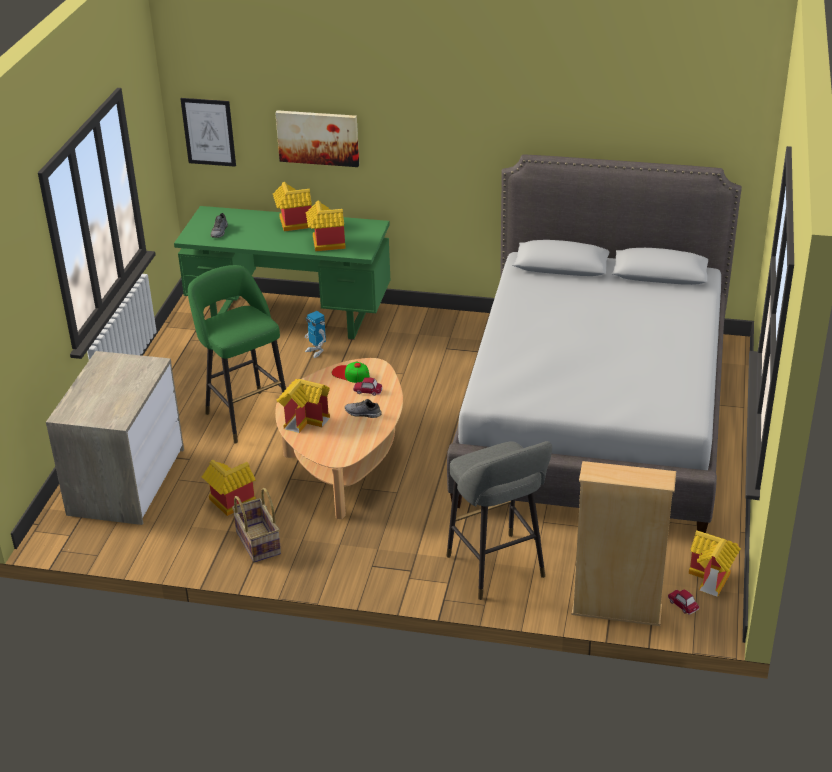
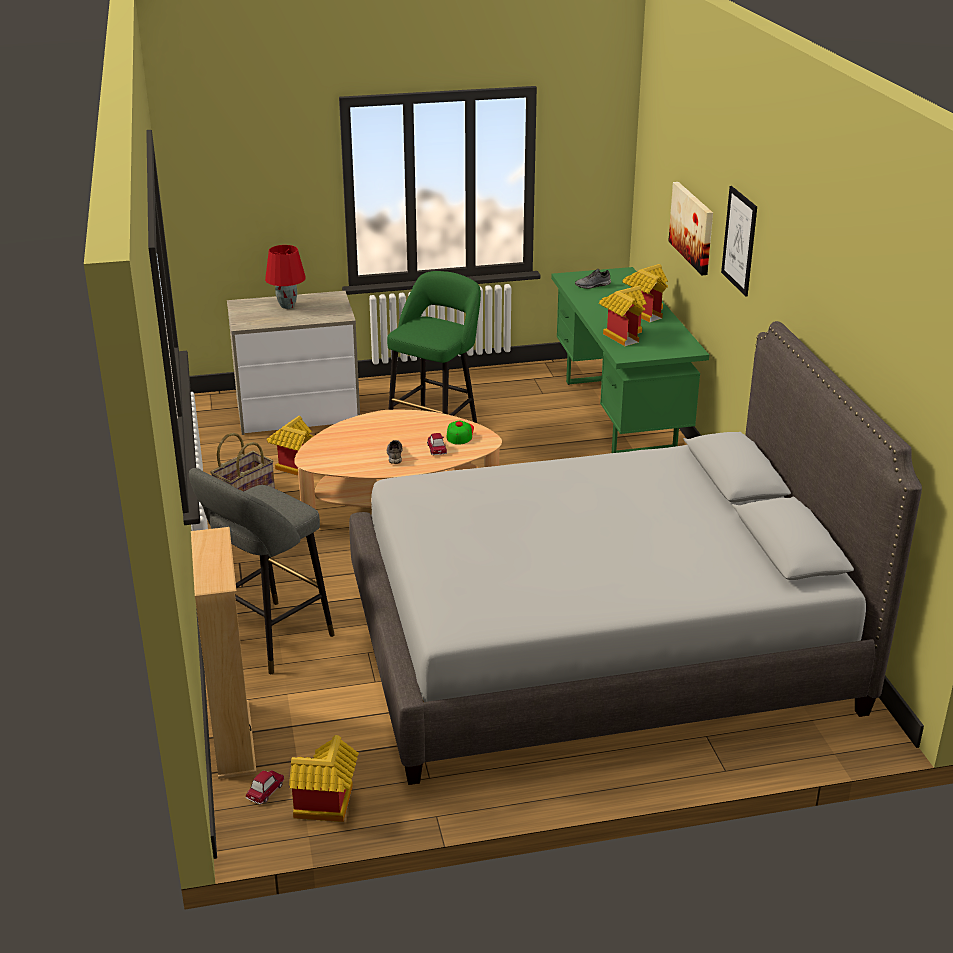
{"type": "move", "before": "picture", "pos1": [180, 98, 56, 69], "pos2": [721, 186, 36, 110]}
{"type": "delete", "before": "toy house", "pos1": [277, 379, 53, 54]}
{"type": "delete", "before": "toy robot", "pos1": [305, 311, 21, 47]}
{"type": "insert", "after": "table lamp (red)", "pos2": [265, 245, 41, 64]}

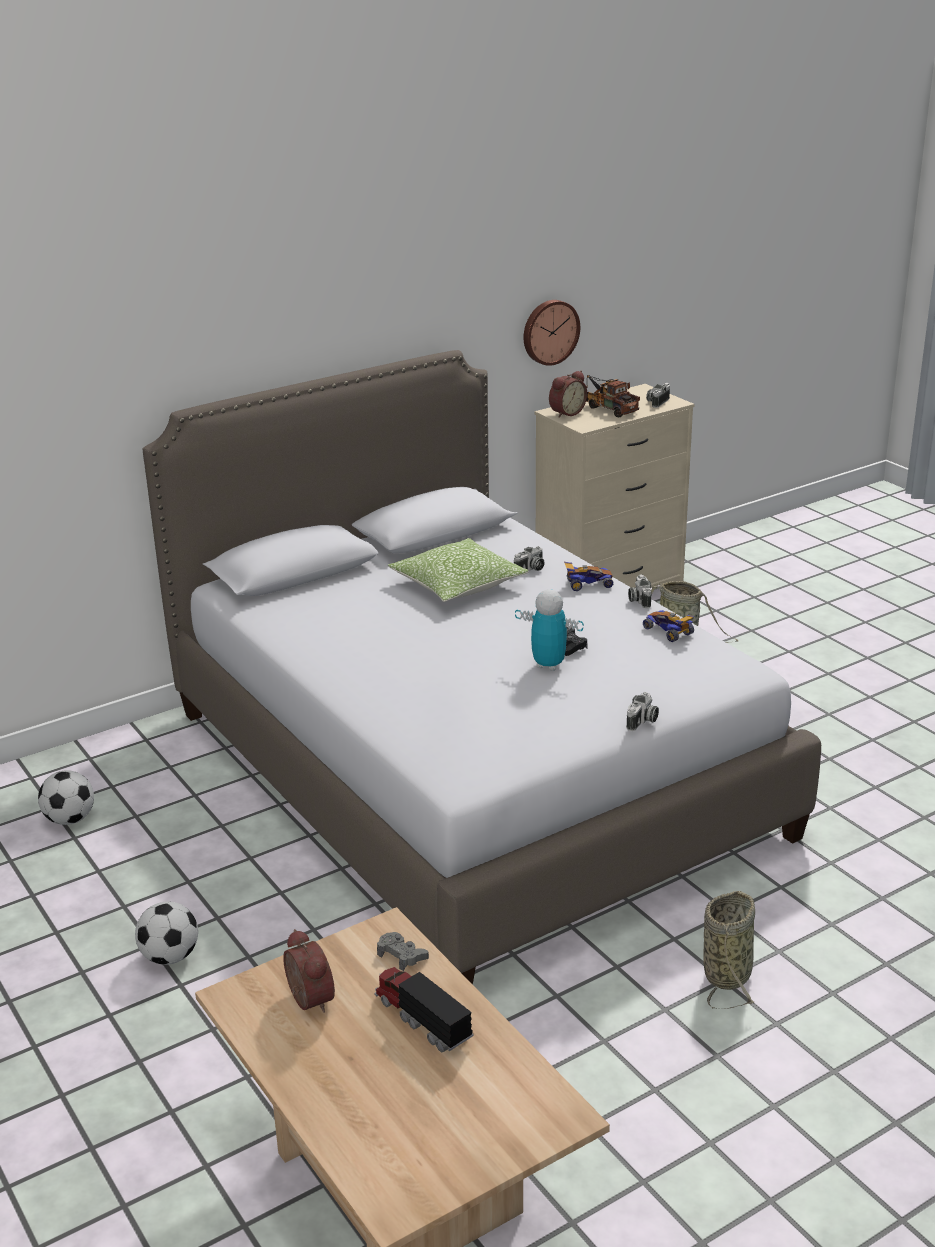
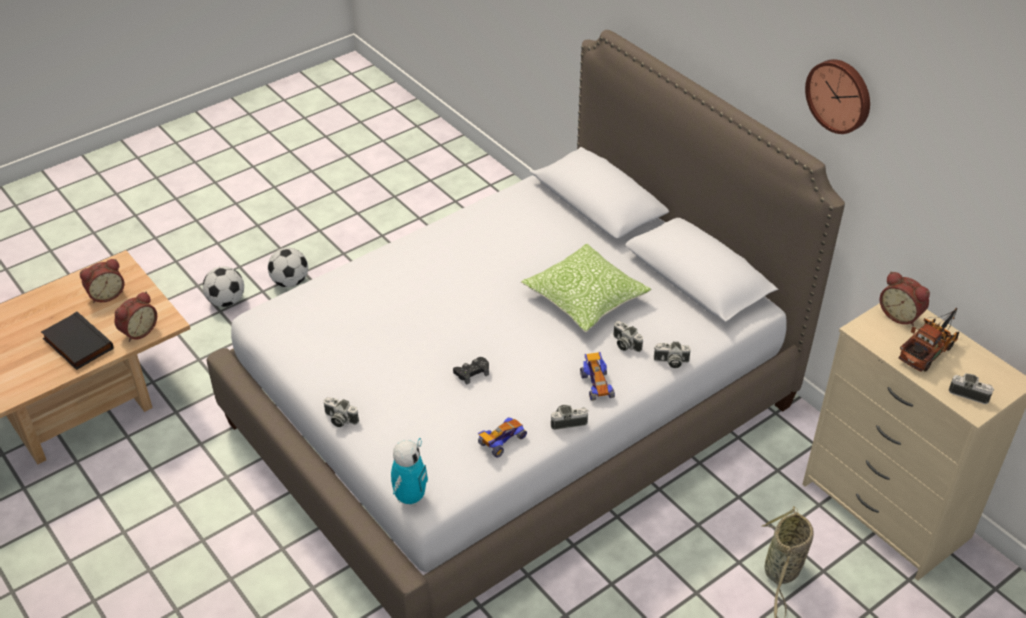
{"type": "move", "before": "football", "pos1": [38, 770, 56, 55], "pos2": [203, 266, 41, 41]}
{"type": "replace", "before": "toy truck", "after": "book (black)", "pos1": [375, 967, 99, 86], "pos2": [41, 312, 73, 58]}
{"type": "replace", "before": "game controller (grey)", "after": "alarm clock", "pos1": [377, 932, 52, 39], "pos2": [114, 292, 43, 50]}
{"type": "move", "before": "toy robot", "pos1": [515, 589, 69, 82], "pos2": [391, 438, 37, 68]}
{"type": "move", "before": "wall clock", "pos1": [524, 300, 56, 66], "pos2": [805, 59, 65, 75]}
{"type": "delete", "before": "basket", "pos1": [703, 891, 52, 118]}
{"type": "insert", "after": "photo camera", "pos2": [654, 342, 37, 26]}

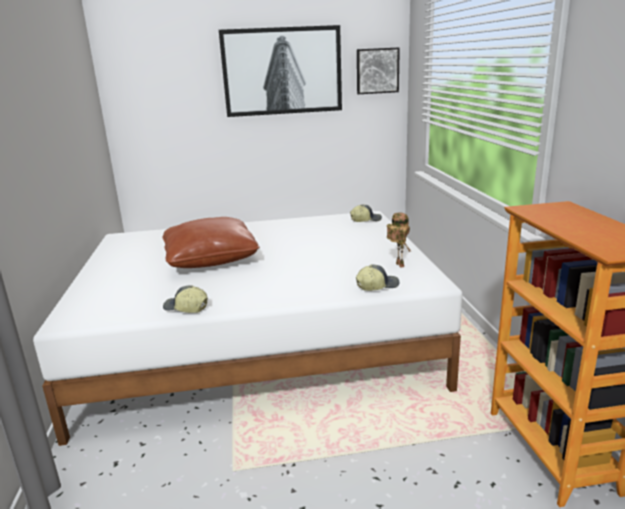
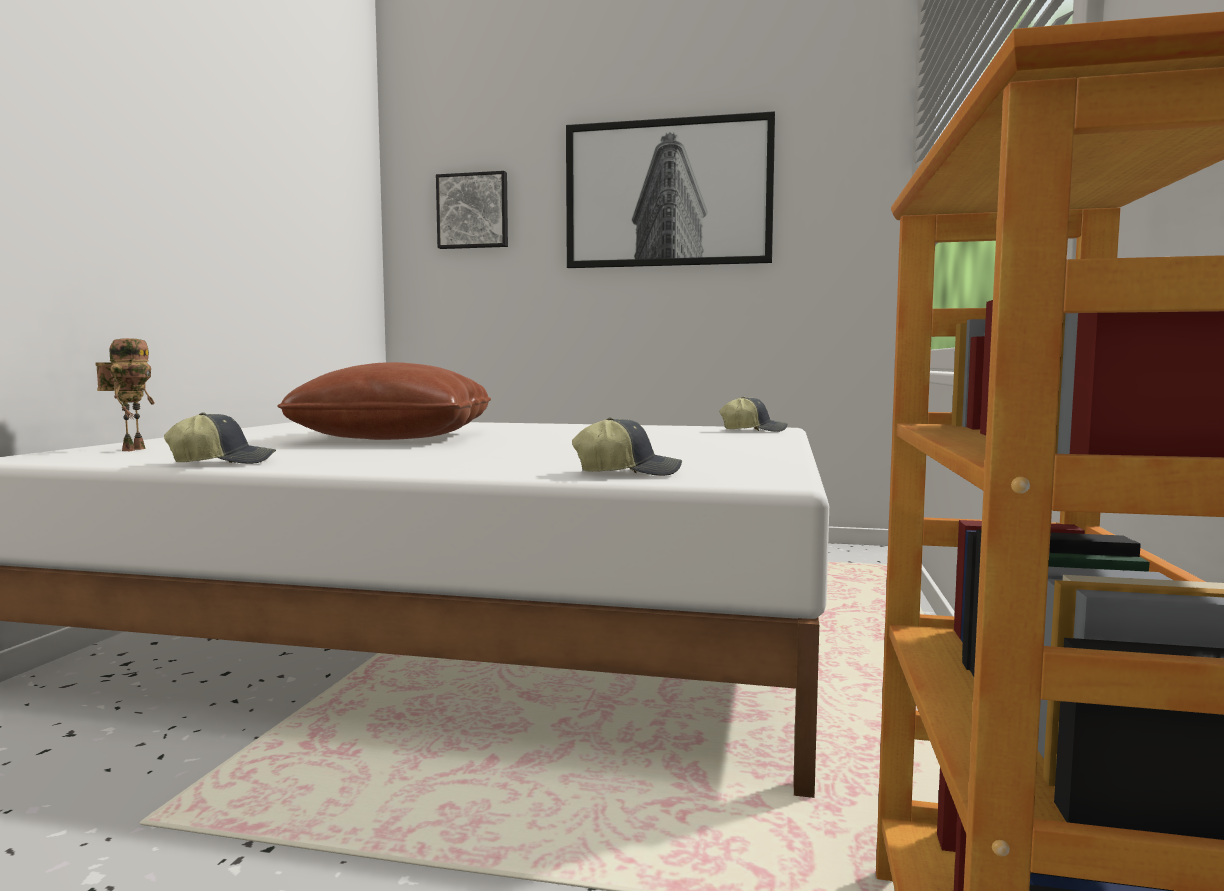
{"type": "rotate", "before": "cap", "pos1": [163, 286, 45, 27], "pos2": [164, 412, 112, 52], "turn": 120}
{"type": "move", "before": "picture", "pos1": [357, 47, 43, 47], "pos2": [436, 171, 72, 78]}
{"type": "move", "before": "toy robot", "pos1": [387, 213, 25, 55], "pos2": [96, 338, 59, 113]}

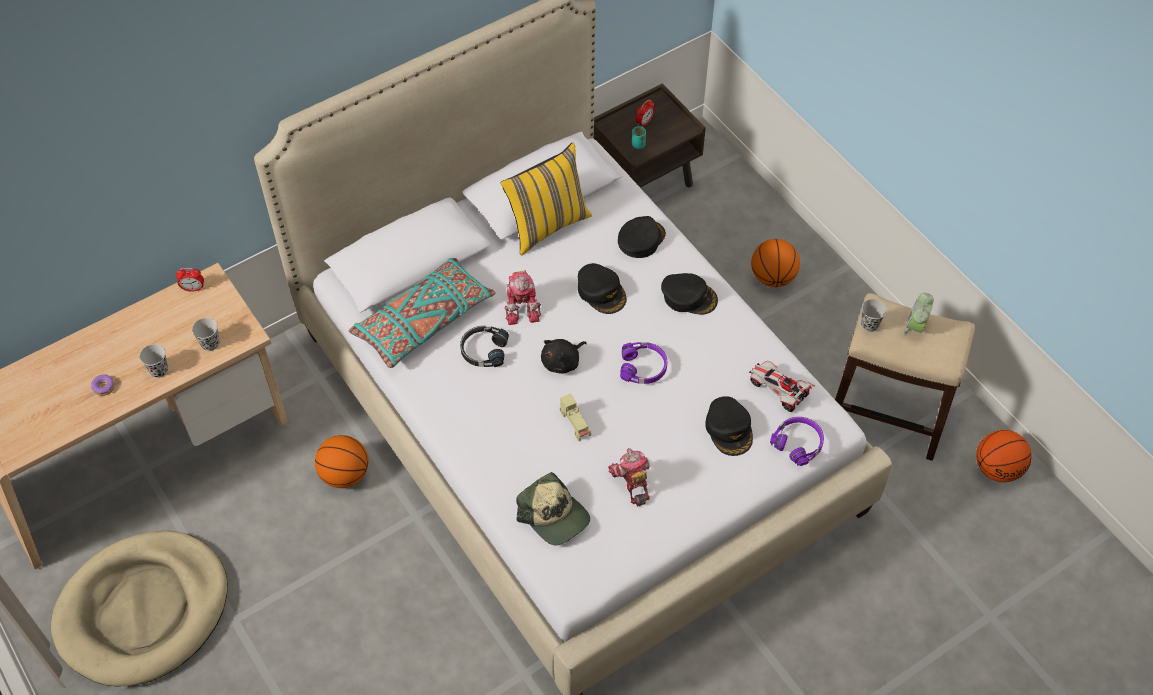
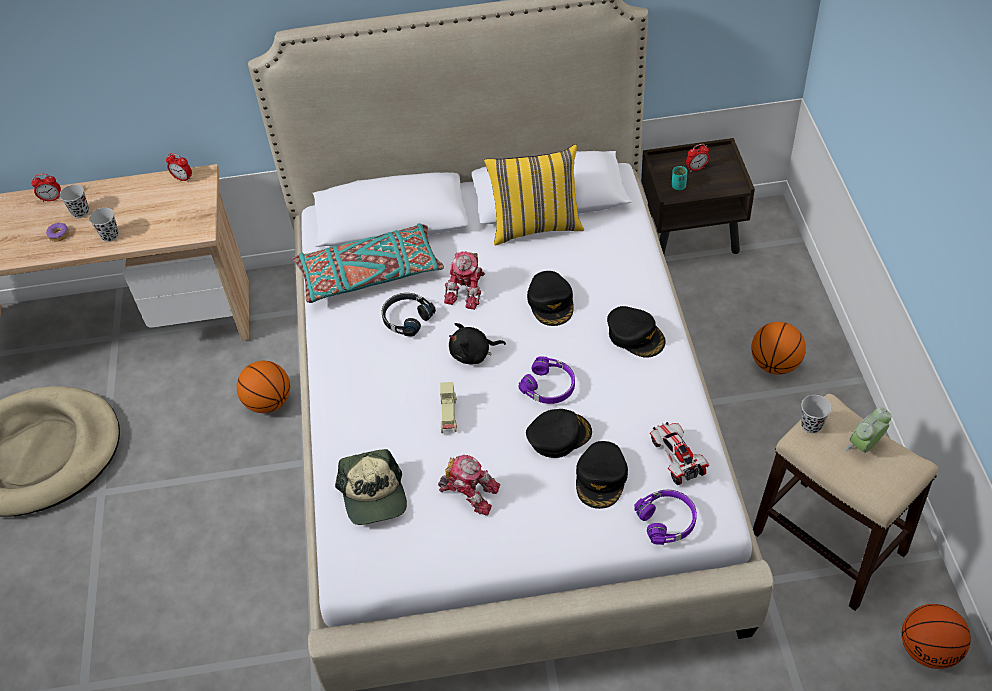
{"type": "move", "before": "cup (black)", "pos1": [192, 318, 27, 33], "pos2": [59, 184, 30, 34]}
{"type": "rotate", "before": "toy robot", "pos1": [608, 448, 42, 58], "pos2": [438, 455, 62, 60], "turn": 105}
{"type": "move", "before": "cap (black)", "pos1": [618, 216, 48, 42], "pos2": [526, 409, 66, 49]}
{"type": "insert", "after": "alarm clock", "pos2": [32, 174, 29, 28]}

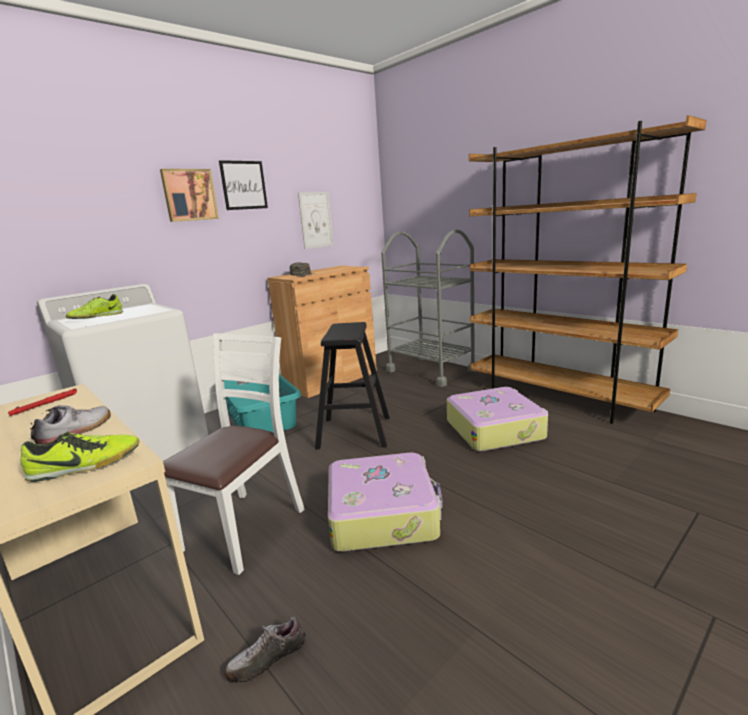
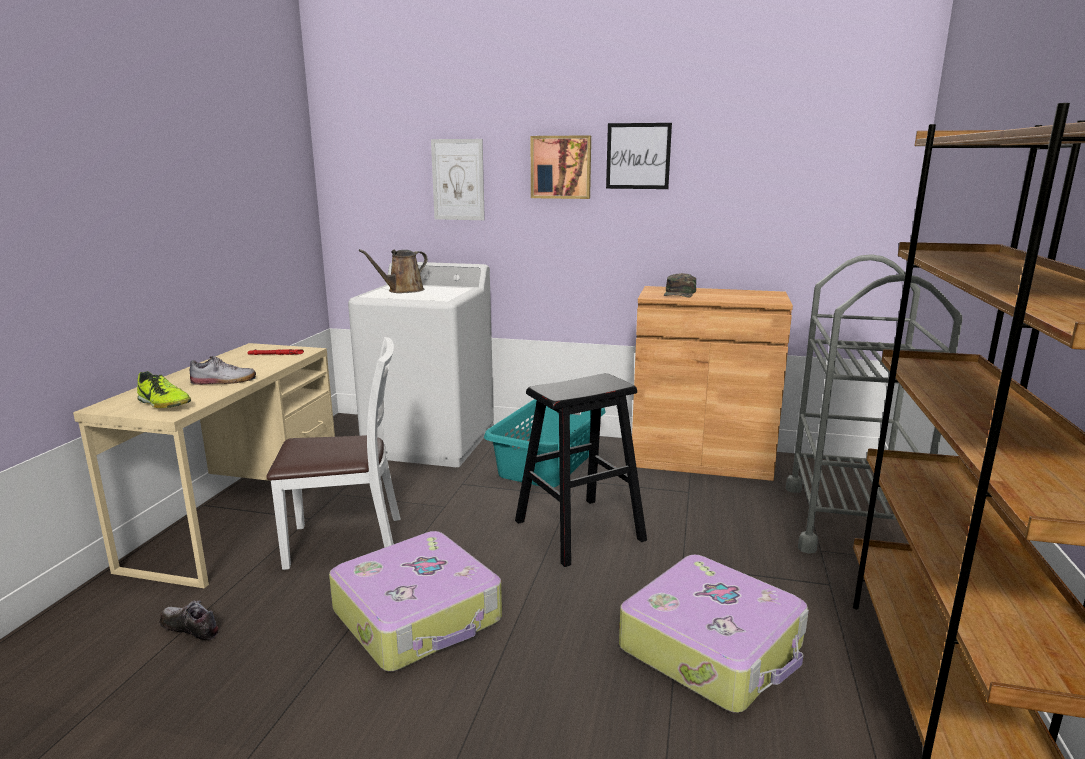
{"type": "replace", "before": "shoe", "after": "watering can (brown)", "pos1": [66, 294, 57, 25], "pos2": [359, 249, 69, 44]}
{"type": "move", "before": "picture", "pos1": [298, 192, 36, 57], "pos2": [431, 139, 54, 81]}

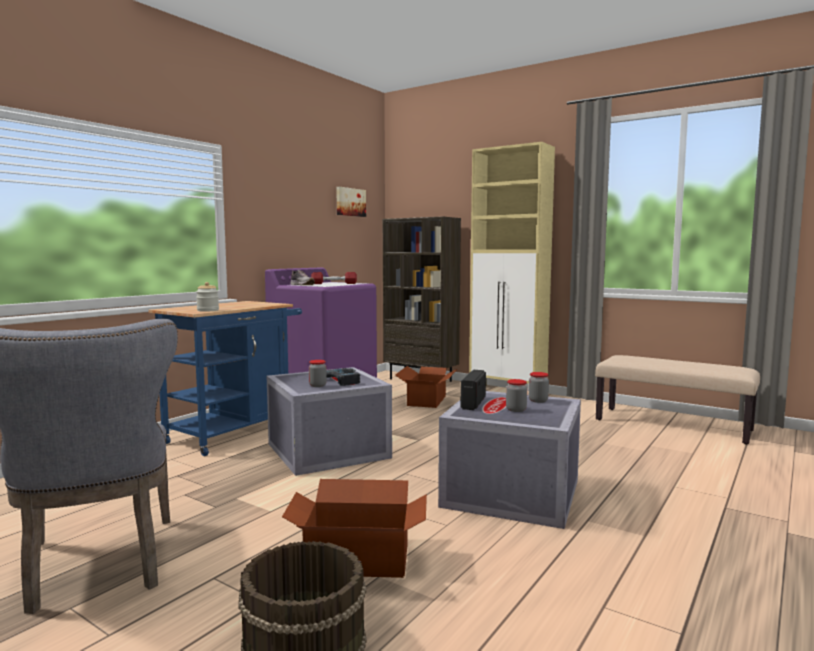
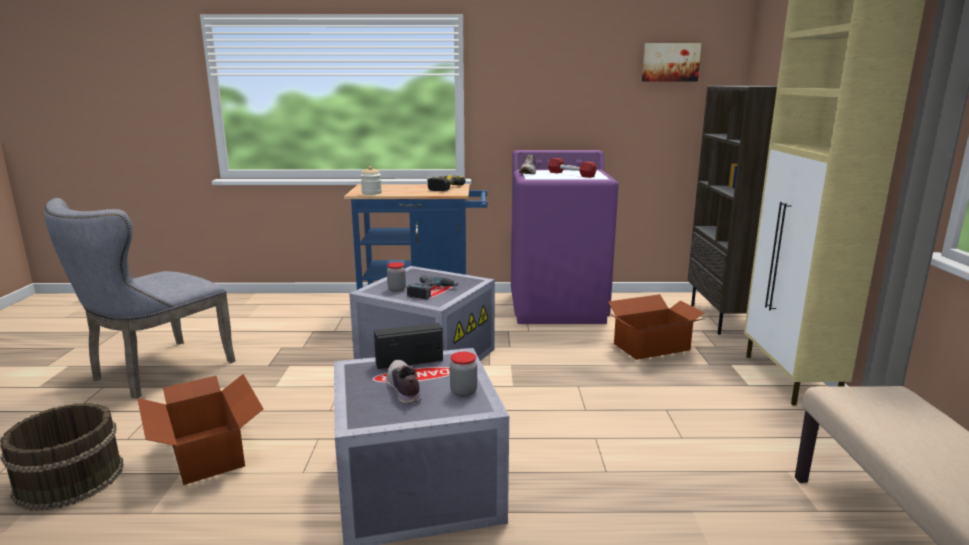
{"type": "replace", "before": "jar", "after": "shoe", "pos1": [506, 379, 21, 33], "pos2": [386, 360, 35, 44]}
{"type": "insert", "after": "power drill", "pos2": [427, 175, 38, 16]}

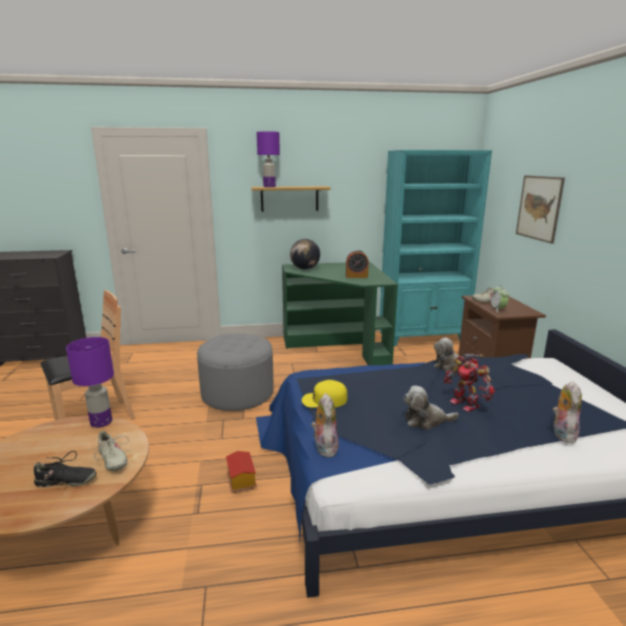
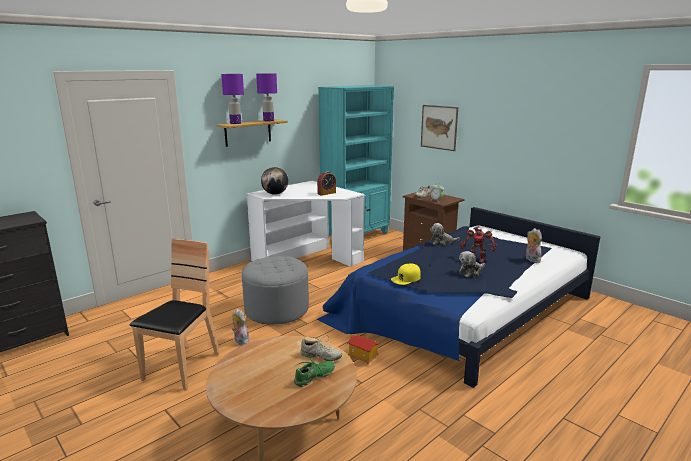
{"type": "recolor", "before": "shoe (black)", "after": "shoe (green)", "pos1": [34, 451, 62, 36], "pos2": [294, 354, 41, 33]}
{"type": "move", "before": "table lamp (purple)", "pos1": [66, 337, 48, 91], "pos2": [256, 73, 21, 48]}
{"type": "recolor", "before": "desk (green)", "after": "desk (white)", "pos1": [282, 262, 116, 103], "pos2": [247, 181, 118, 86]}
{"type": "move", "before": "plush toy", "pos1": [311, 393, 28, 64], "pos2": [232, 309, 18, 36]}

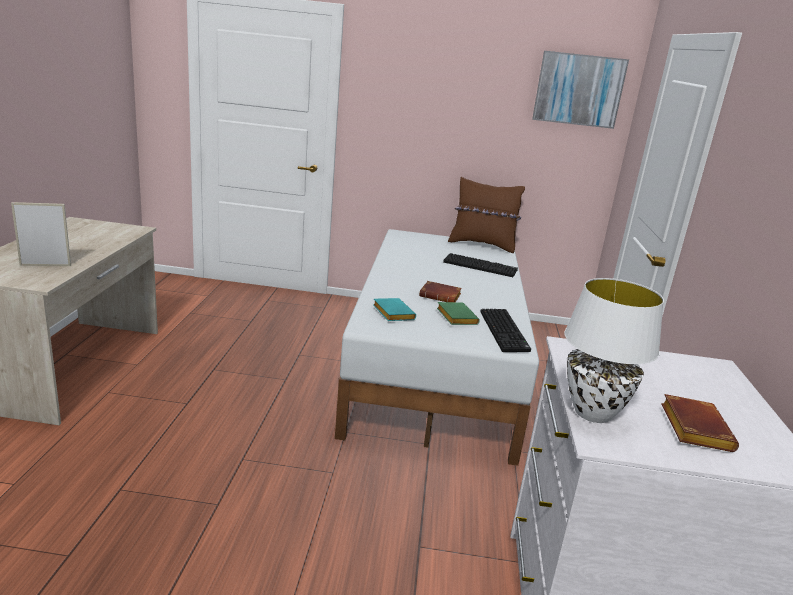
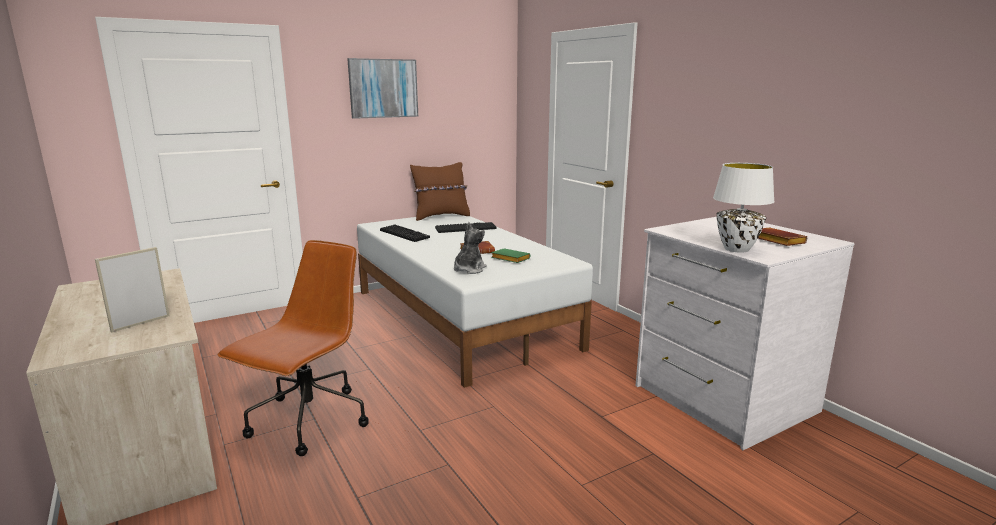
{"type": "replace", "before": "book (turquoise)", "after": "plush toy", "pos1": [373, 298, 43, 23], "pos2": [454, 222, 33, 52]}
{"type": "move", "before": "keyboard", "pos1": [481, 309, 50, 43], "pos2": [380, 225, 50, 17]}
{"type": "move", "before": "picture", "pos1": [532, 51, 97, 78], "pos2": [347, 58, 71, 61]}
{"type": "insert", "after": "office chair (brown)", "pos2": [217, 240, 152, 216]}

